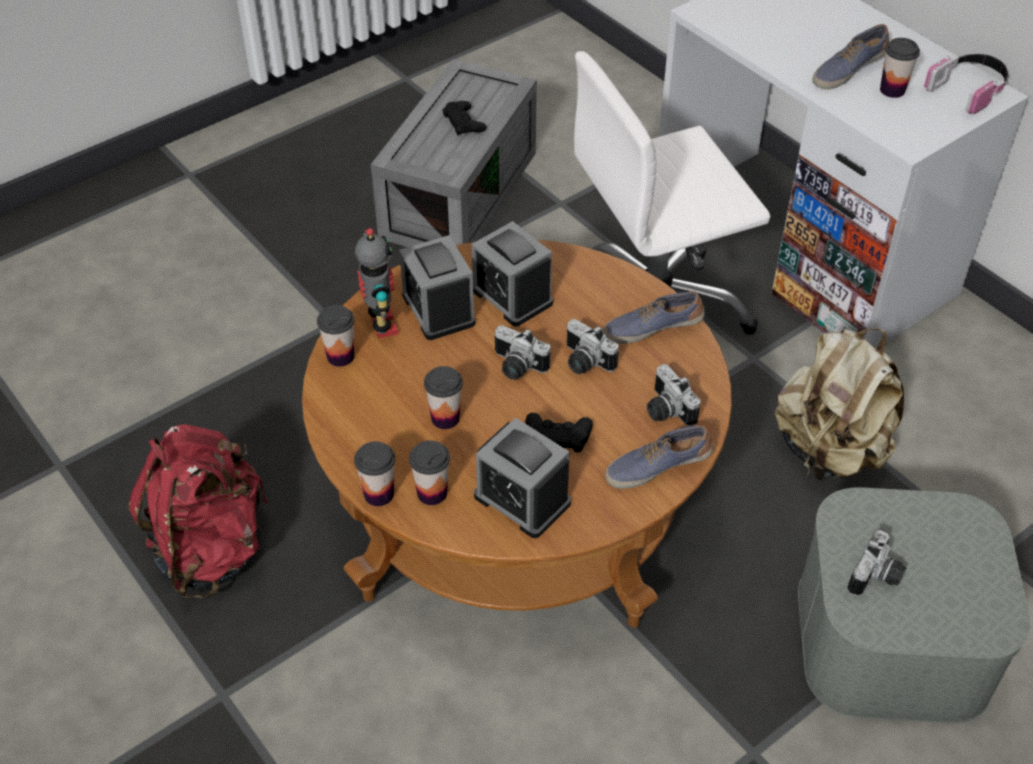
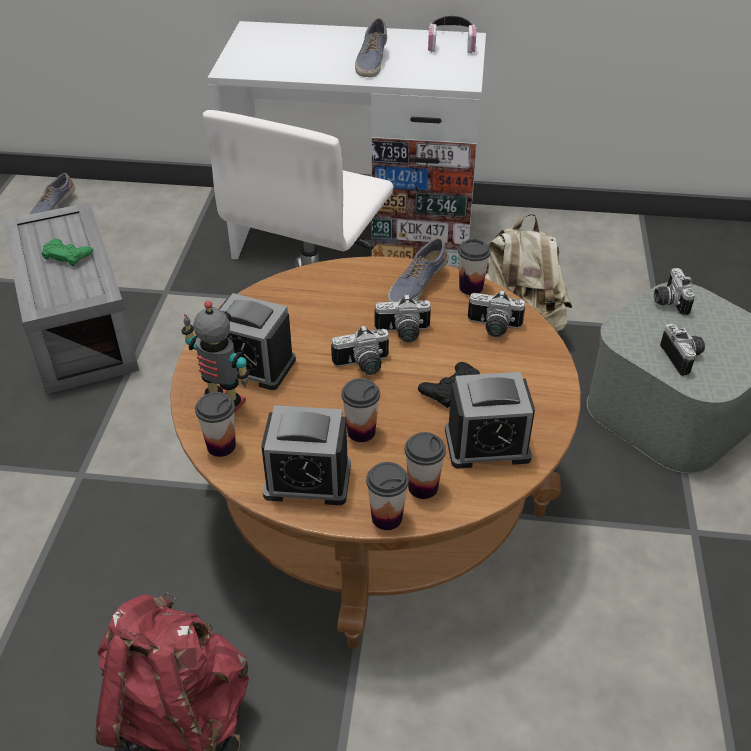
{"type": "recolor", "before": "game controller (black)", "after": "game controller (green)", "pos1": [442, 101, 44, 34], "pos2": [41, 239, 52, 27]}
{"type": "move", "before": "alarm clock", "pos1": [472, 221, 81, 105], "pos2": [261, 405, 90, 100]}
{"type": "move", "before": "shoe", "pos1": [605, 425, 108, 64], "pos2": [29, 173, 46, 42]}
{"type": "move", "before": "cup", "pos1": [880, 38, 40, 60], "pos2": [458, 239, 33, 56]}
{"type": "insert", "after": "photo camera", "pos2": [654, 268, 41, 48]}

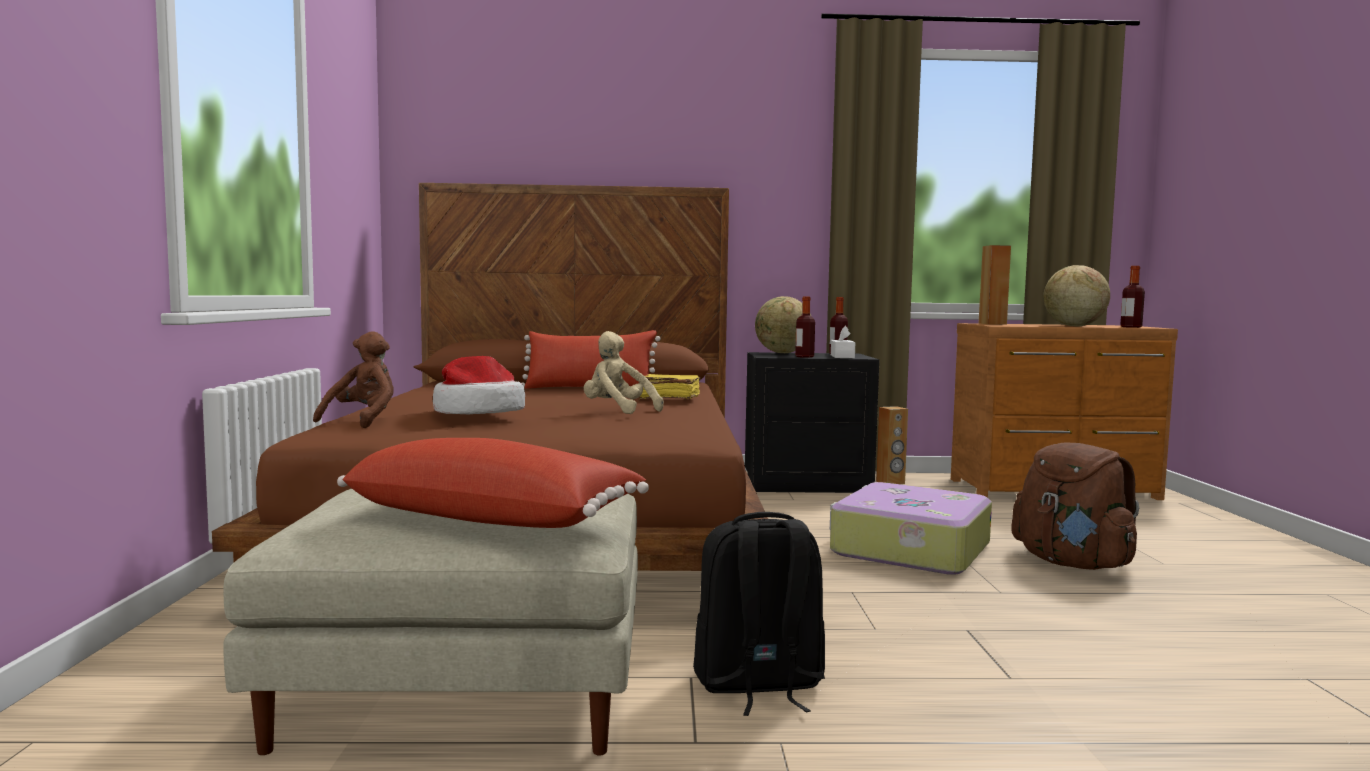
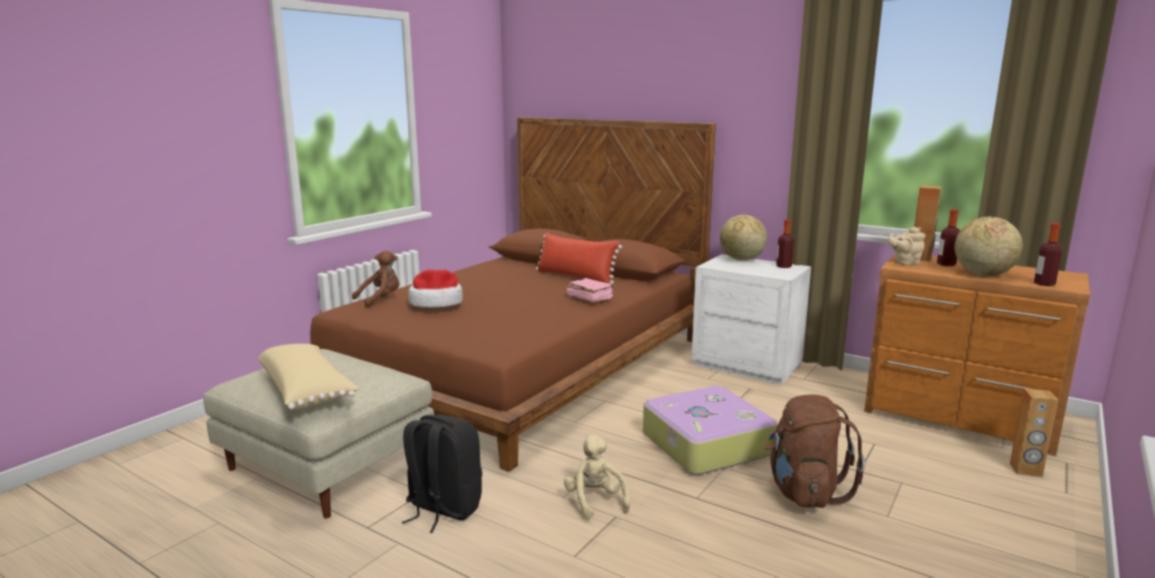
{"type": "recolor", "before": "pillow (red)", "after": "pillow (beige)", "pos1": [337, 438, 312, 90], "pos2": [258, 344, 101, 66]}
{"type": "move", "before": "plush toy (beige)", "pos1": [584, 331, 80, 83], "pos2": [564, 435, 66, 85]}
{"type": "recolor", "before": "book (yellow)", "after": "book (pink)", "pos1": [638, 374, 63, 25], "pos2": [567, 278, 48, 25]}
{"type": "recolor", "before": "nightstand (black)", "after": "nightstand (white)", "pos1": [745, 352, 134, 141], "pos2": [691, 254, 120, 131]}
{"type": "move", "before": "bottle", "pos1": [795, 297, 20, 61], "pos2": [937, 209, 23, 57]}
{"type": "delete", "before": "tissue box (white)", "pos1": [831, 326, 24, 32]}
{"type": "move", "before": "speaker (brown)", "pos1": [876, 406, 32, 78], "pos2": [1010, 388, 48, 89]}
{"type": "insert", "after": "teapot (beige)", "pos2": [888, 227, 38, 38]}

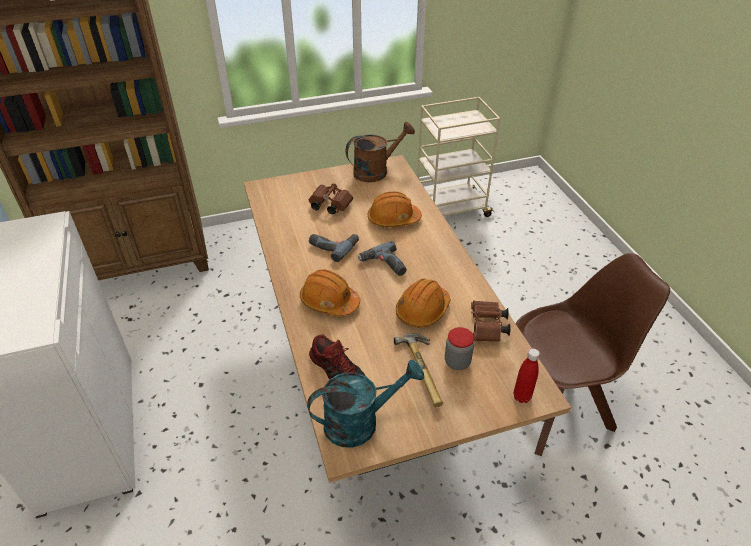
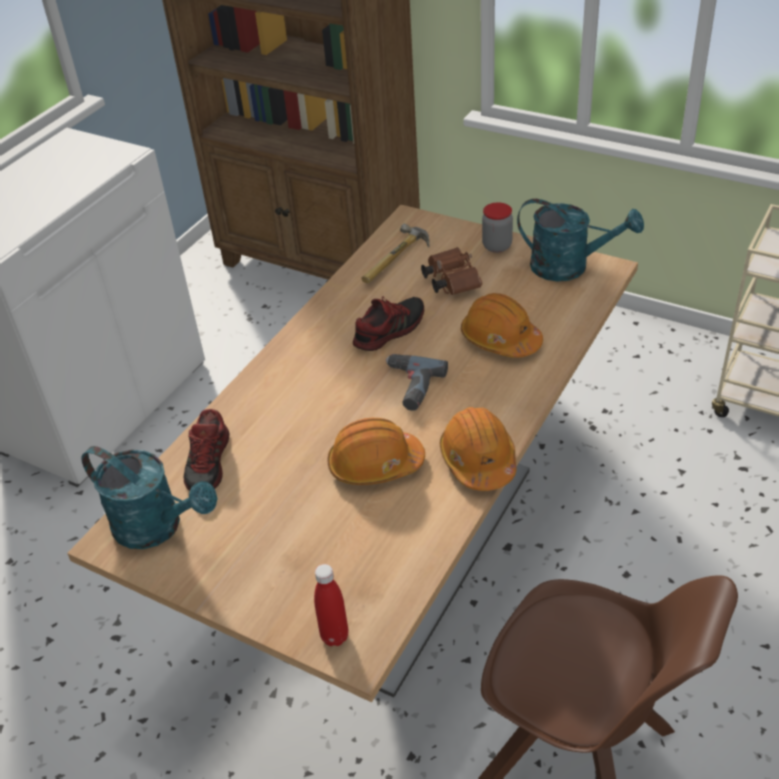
{"type": "move", "before": "hard hat (orange)", "pos1": [300, 269, 60, 47], "pos2": [440, 407, 77, 84]}
{"type": "replace", "before": "power drill", "after": "shoe", "pos1": [309, 234, 50, 28], "pos2": [353, 296, 71, 55]}
{"type": "recolor", "before": "watering can (brown)", "after": "watering can (turquoise)", "pos1": [346, 122, 69, 60], "pos2": [517, 199, 127, 82]}
{"type": "move", "before": "hammer", "pos1": [394, 334, 49, 73], "pos2": [361, 224, 68, 60]}
{"type": "move", "before": "jar", "pos1": [445, 327, 29, 43], "pos2": [482, 202, 31, 51]}
{"type": "delete", "before": "binoculars (brown)", "pos1": [471, 301, 39, 41]}

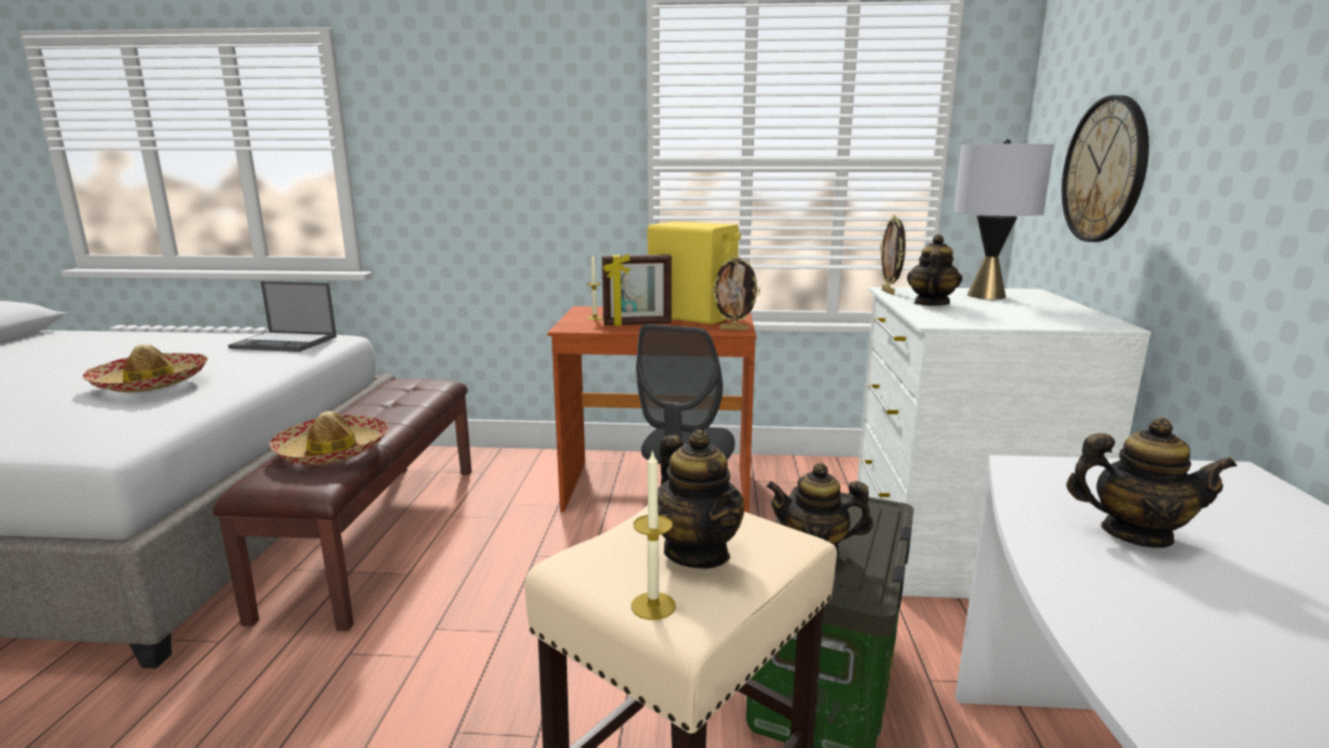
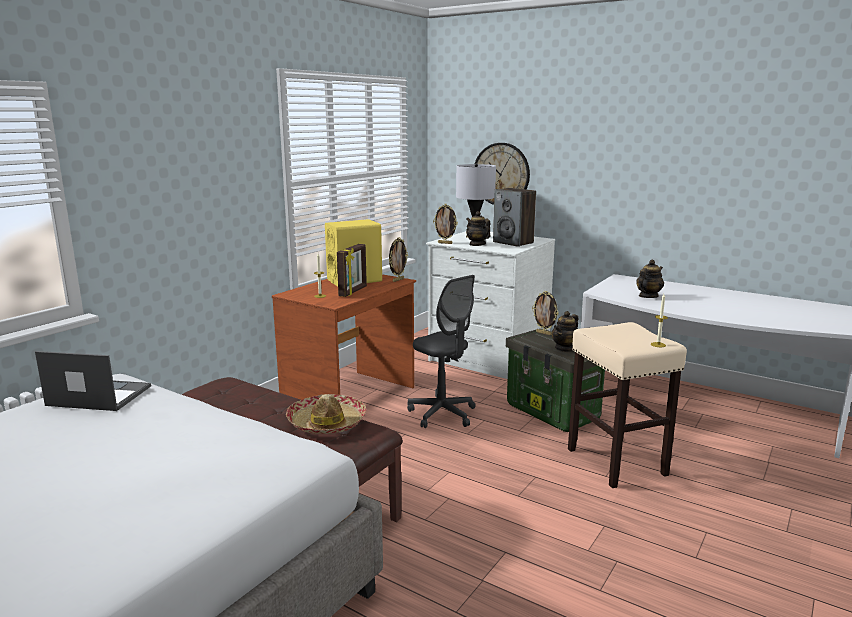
{"type": "delete", "before": "hat", "pos1": [82, 344, 126, 49]}
{"type": "rotate", "before": "laptop", "pos1": [228, 281, 109, 71], "pos2": [35, 351, 116, 60], "turn": -120}
{"type": "delete", "before": "teapot", "pos1": [658, 430, 86, 139]}
{"type": "insert", "after": "speaker", "pos2": [493, 188, 43, 59]}
{"type": "insert", "after": "picture frame", "pos2": [532, 291, 27, 44]}

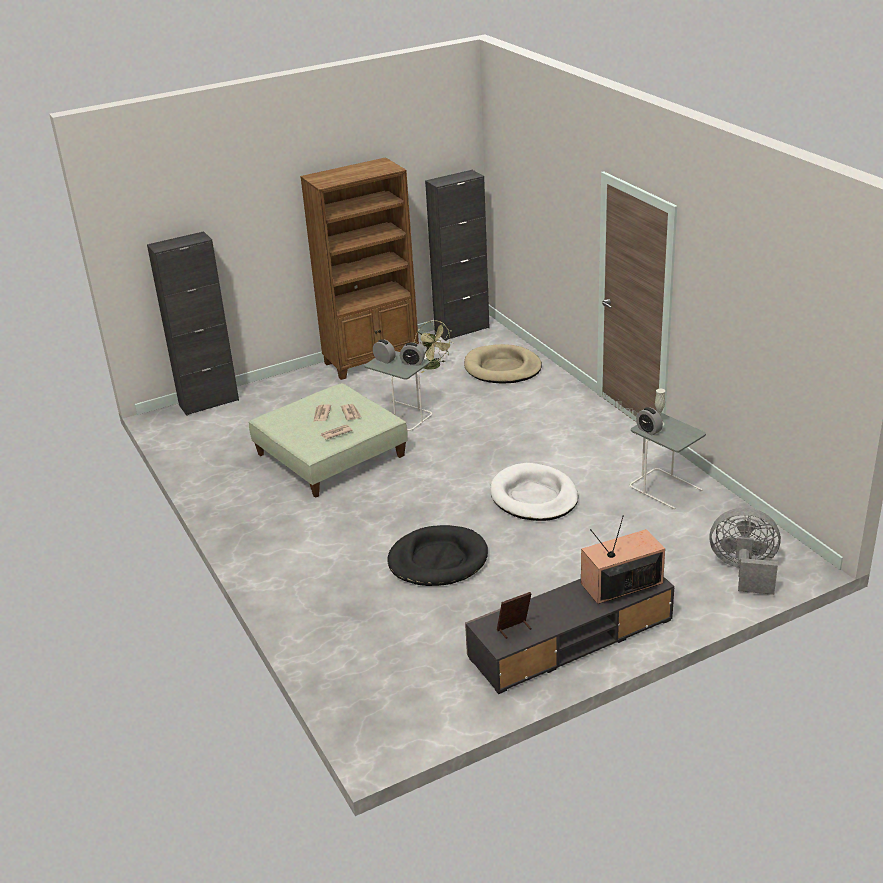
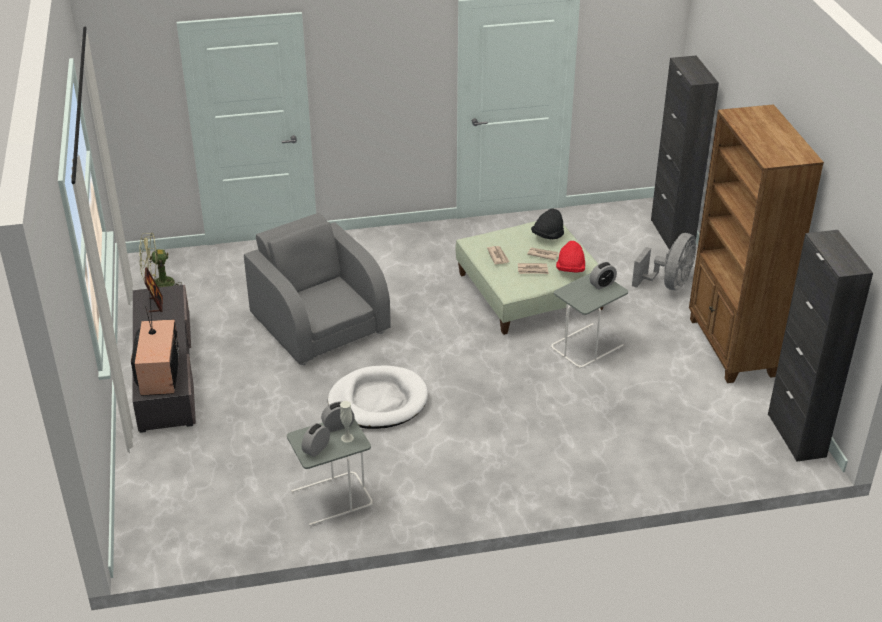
{"type": "replace", "before": "dog bed (black)", "after": "armchair (grey)", "pos1": [388, 525, 100, 61], "pos2": [244, 213, 147, 152]}
{"type": "move", "before": "alarm clock", "pos1": [400, 343, 25, 23], "pos2": [302, 423, 28, 34]}
{"type": "move", "before": "fan (green)", "pos1": [414, 320, 40, 53], "pos2": [139, 233, 43, 54]}
{"type": "delete", "before": "dog bed (beige)", "pos1": [464, 344, 78, 40]}
{"type": "move", "before": "fan (grey)", "pos1": [709, 508, 72, 87], "pos2": [632, 233, 64, 57]}
{"type": "insert", "after": "hat (black)", "pos2": [531, 208, 33, 31]}
{"type": "insert", "after": "hat (red)", "pos2": [556, 241, 29, 31]}

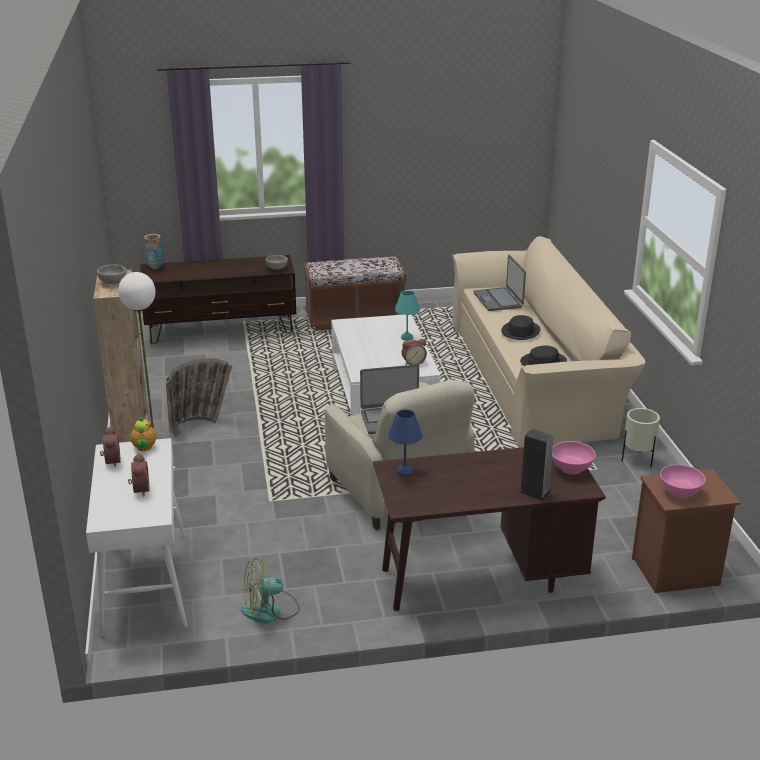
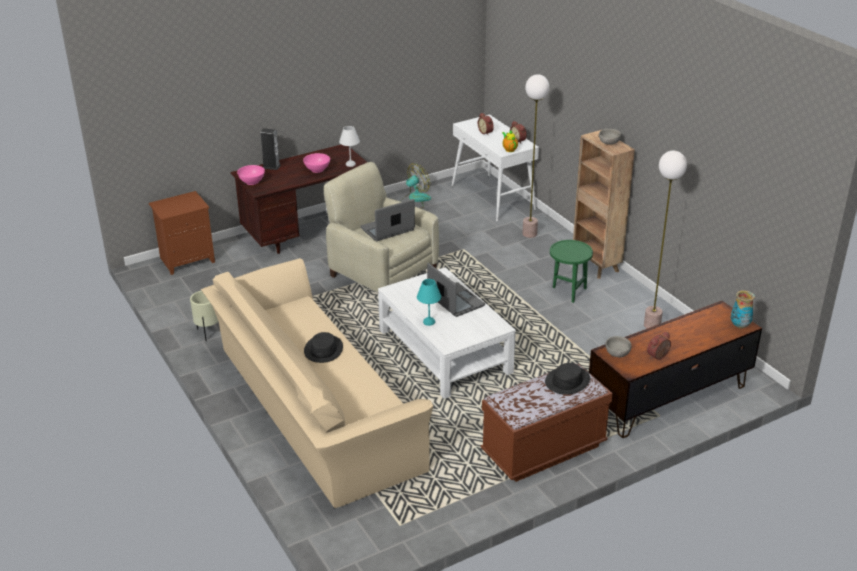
{"type": "replace", "before": "basket", "after": "side table (green)", "pos1": [166, 358, 66, 79], "pos2": [550, 240, 43, 63]}
{"type": "recolor", "before": "table lamp (blue)", "after": "table lamp (white)", "pos1": [388, 409, 35, 67], "pos2": [339, 126, 21, 41]}
{"type": "move", "before": "alarm clock", "pos1": [402, 339, 25, 26], "pos2": [647, 332, 24, 28]}
{"type": "move", "before": "laptop", "pos1": [474, 255, 52, 56], "pos2": [427, 263, 58, 54]}
{"type": "move", "before": "hat (black)", "pos1": [520, 346, 47, 20], "pos2": [545, 363, 45, 32]}
{"type": "move", "before": "bowl (pink)", "pos1": [660, 464, 46, 35], "pos2": [303, 153, 27, 20]}
{"type": "insert", "after": "floor lamp", "pos2": [644, 151, 43, 178]}

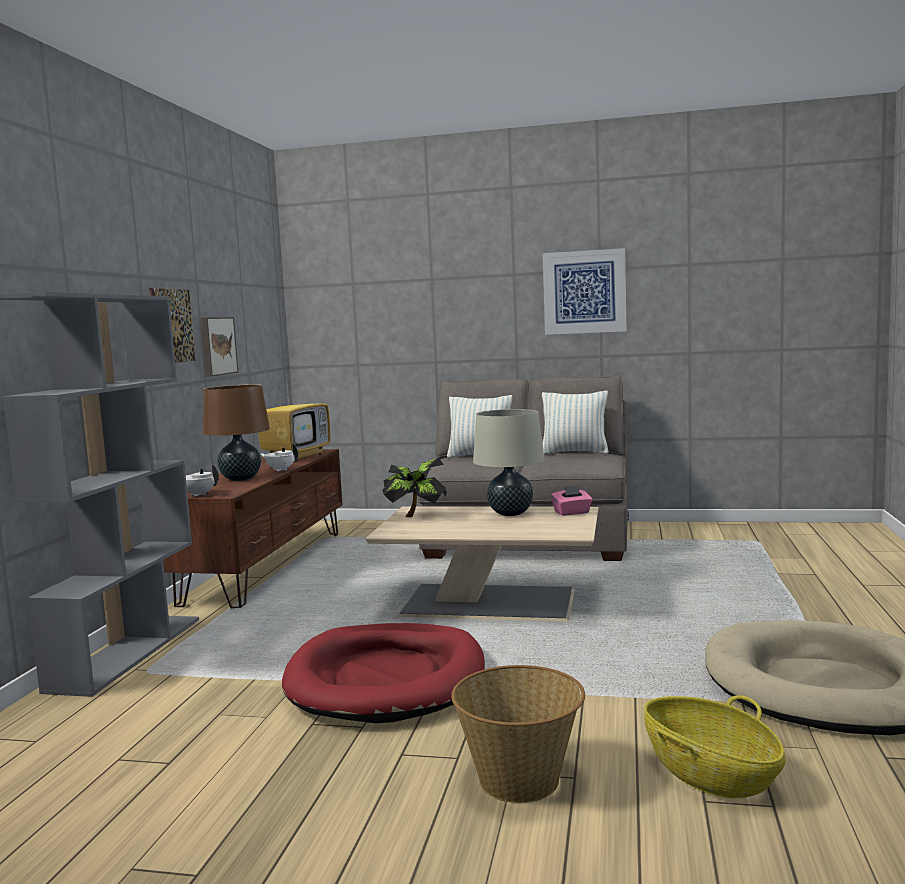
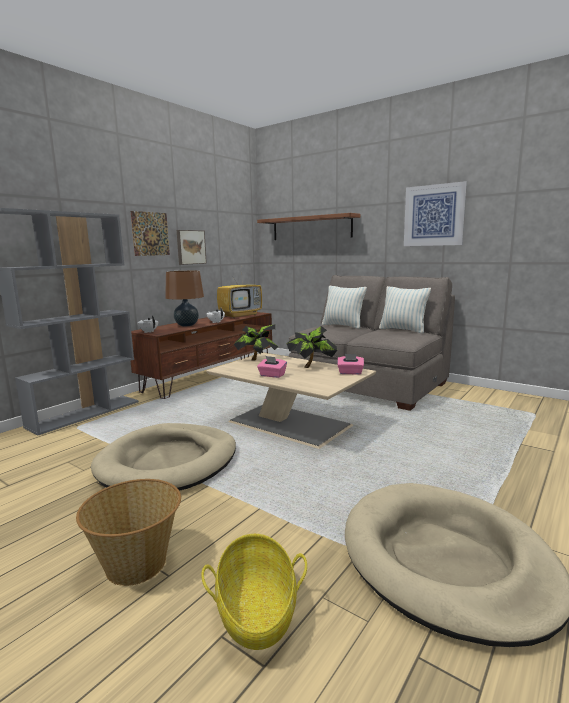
{"type": "recolor", "before": "dog bed (red)", "after": "dog bed (beige)", "pos1": [282, 623, 203, 100], "pos2": [91, 423, 145, 68]}
{"type": "replace", "before": "table lamp (beige)", "after": "potted plant", "pos1": [473, 409, 72, 107], "pos2": [286, 326, 51, 42]}
{"type": "insert", "after": "shelf (brown)", "pos2": [257, 213, 104, 27]}
{"type": "insert", "after": "tissue box (pink)", "pos2": [257, 356, 30, 22]}

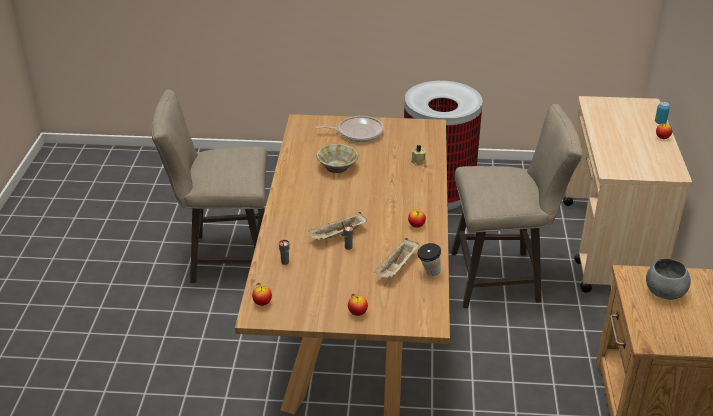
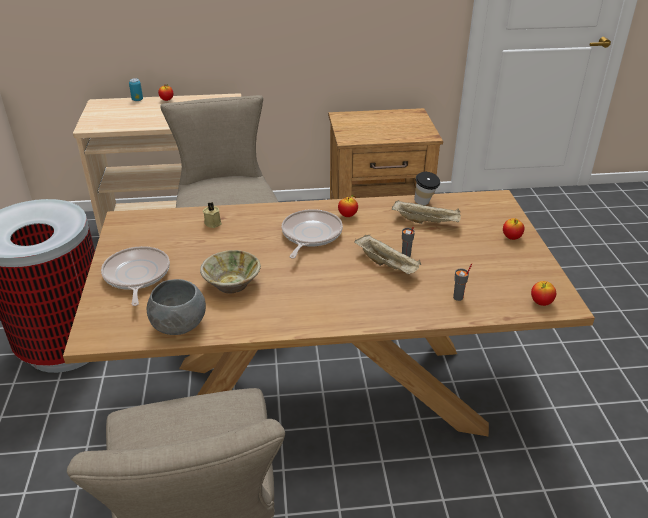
{"type": "move", "before": "bowl (grey)", "pos1": [646, 258, 45, 42], "pos2": [147, 279, 59, 56]}
{"type": "insert", "after": "frying pan", "pos2": [282, 209, 61, 50]}

